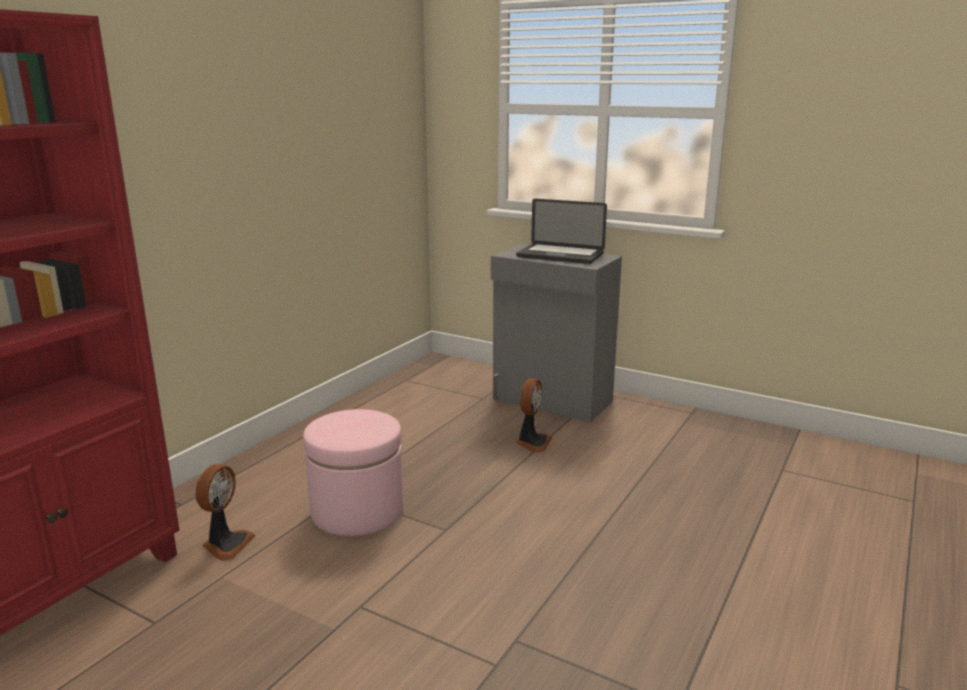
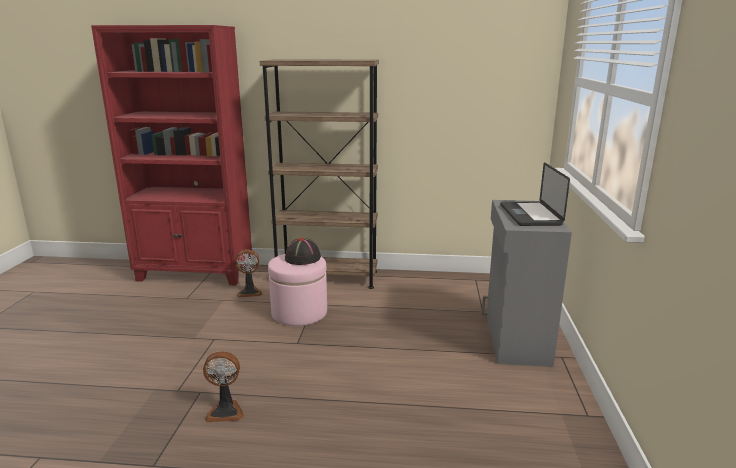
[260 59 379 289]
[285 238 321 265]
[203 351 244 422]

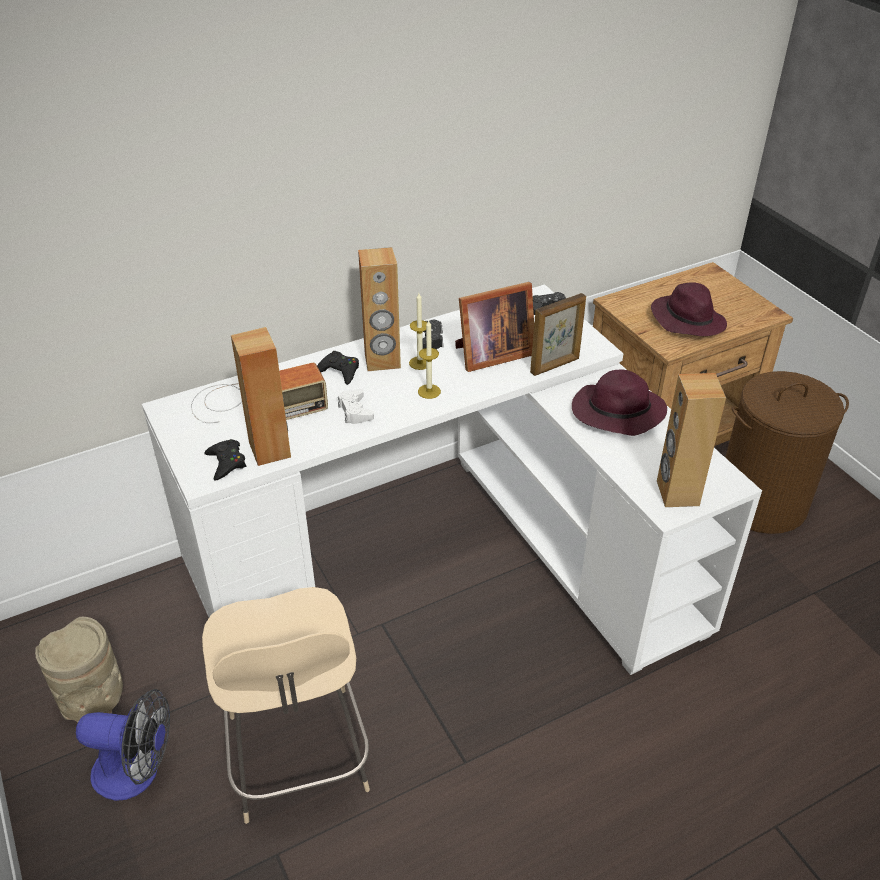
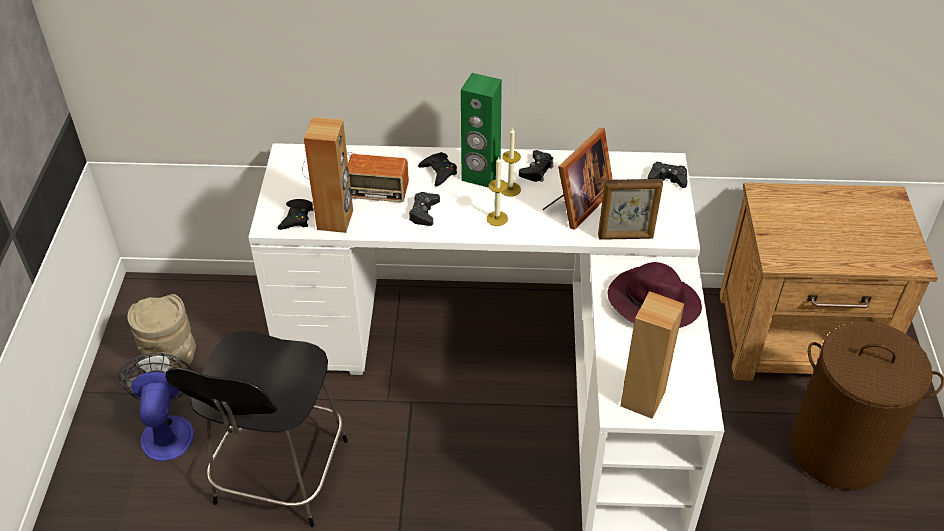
[651 282 727 336] (first image)
[165 331 348 527]
[409 192 440 226]
[461 73 502 188]
[119 353 194 461]
[542 128 613 230]

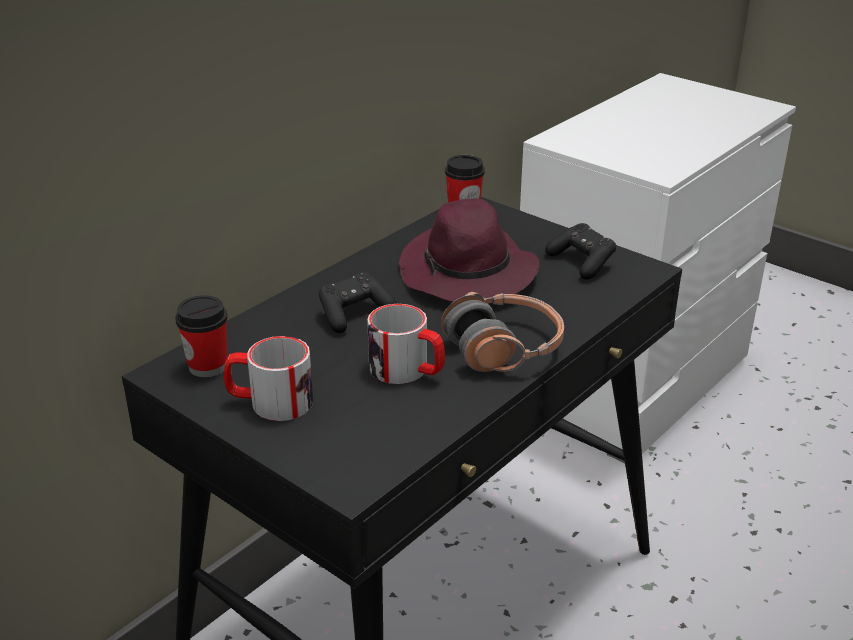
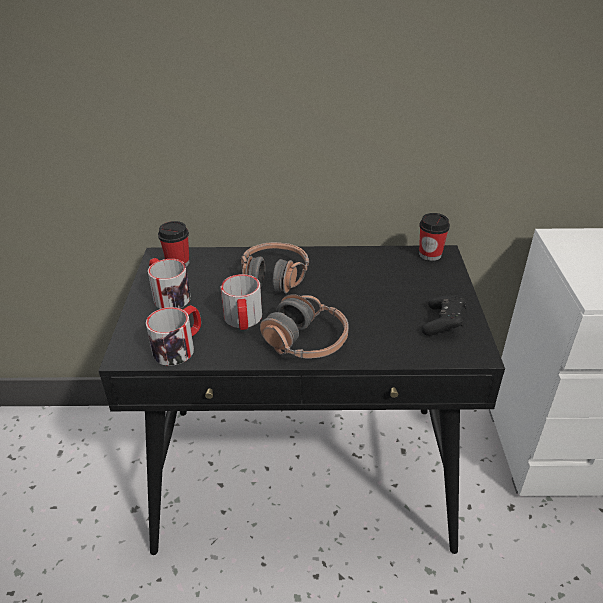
[399 198 540 302] (first image)
[146 305 201 366]
[241 242 309 293]

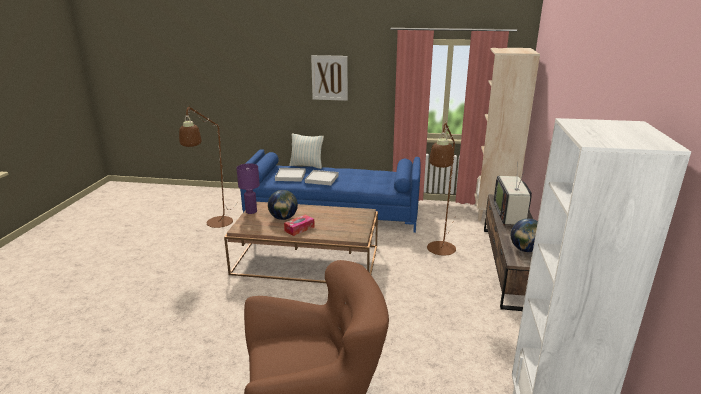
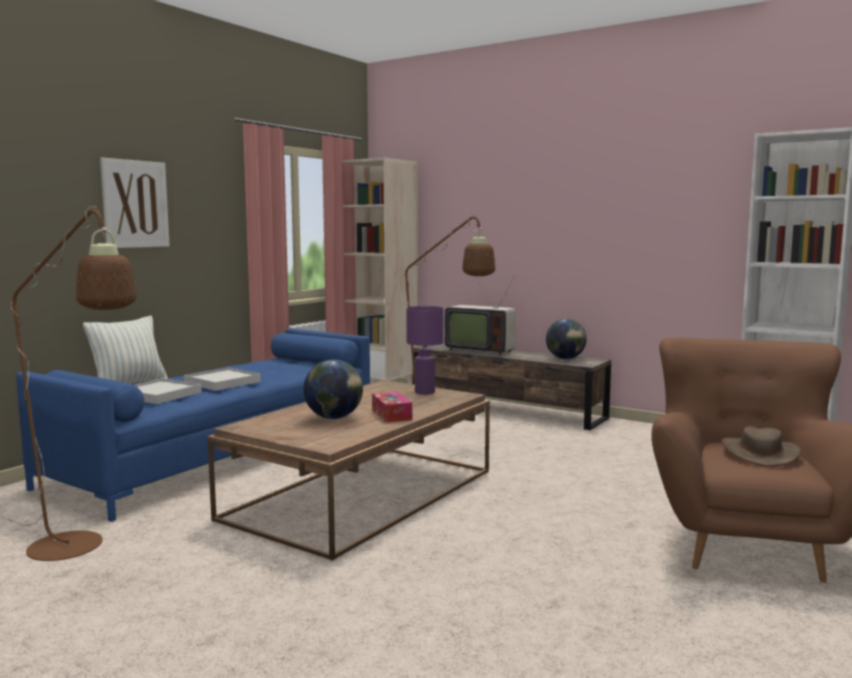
[721 426 802 467]
[406 306 444 395]

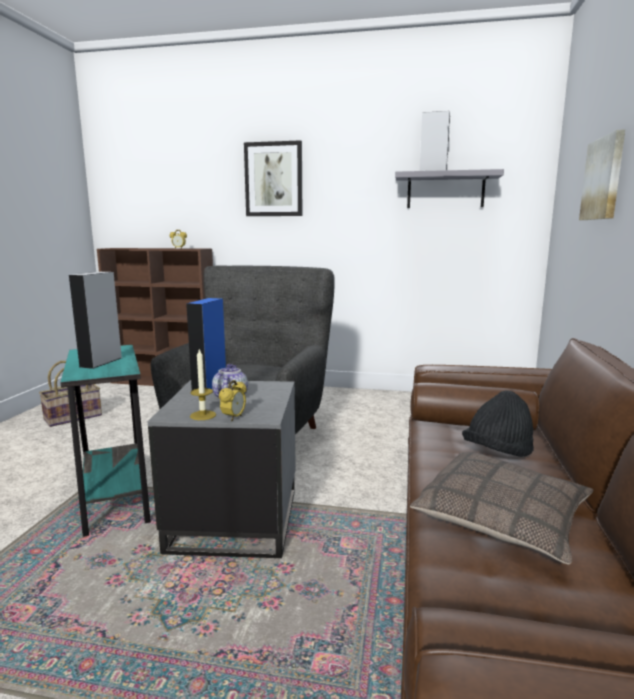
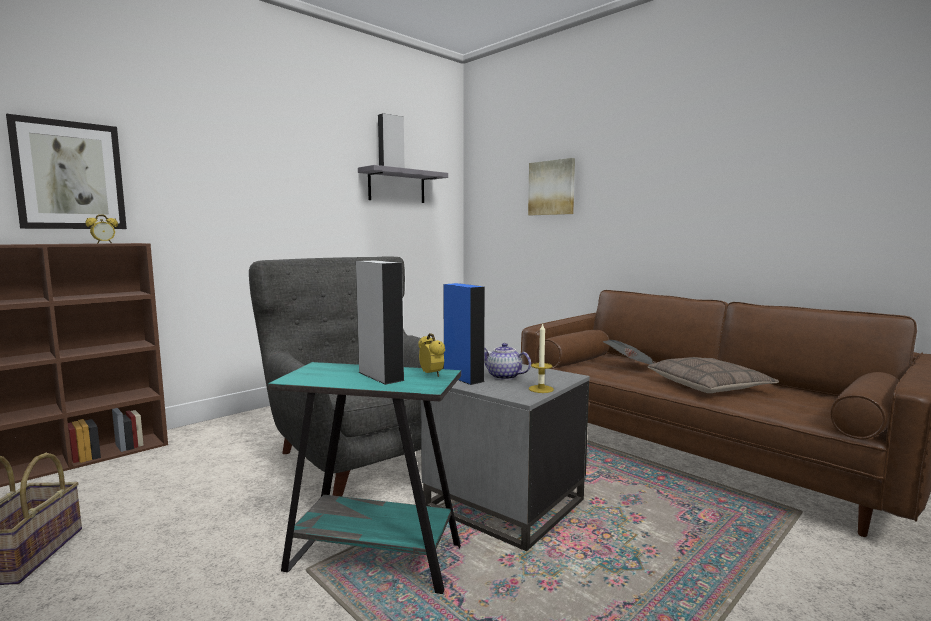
[419 333 445 377]
[6 114 127 229]
[603 340 656 364]

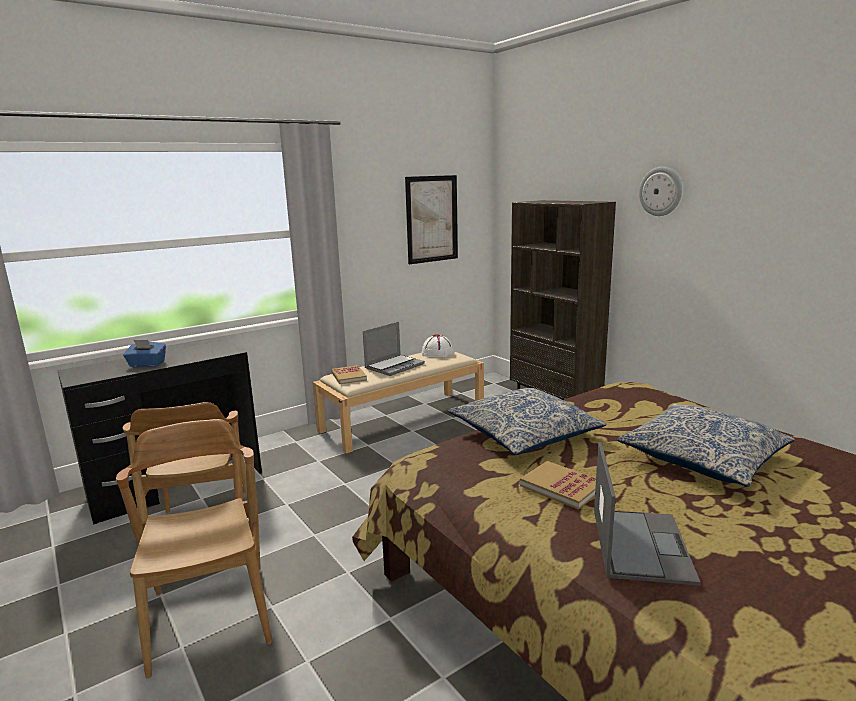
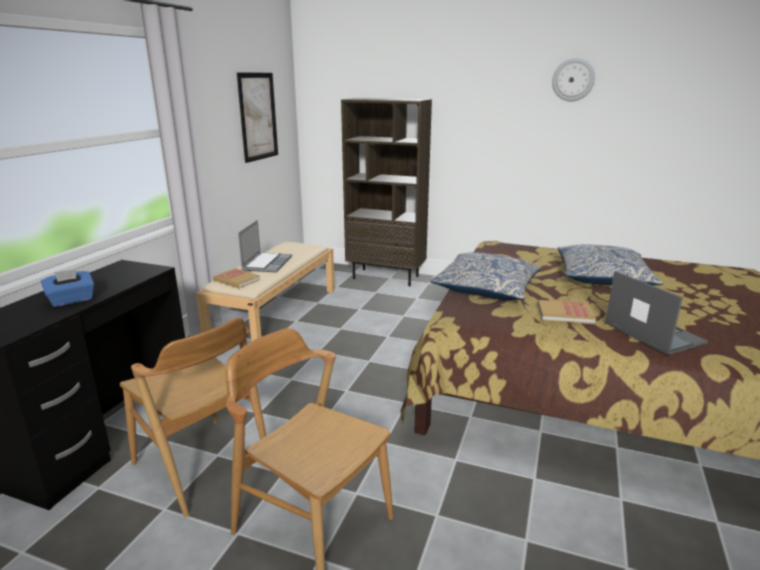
[422 334 454 358] (first image)
[552 58 595 101]

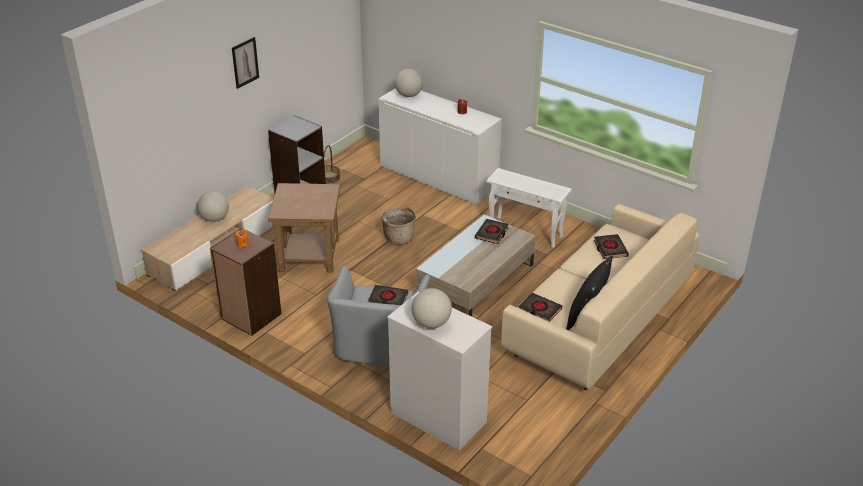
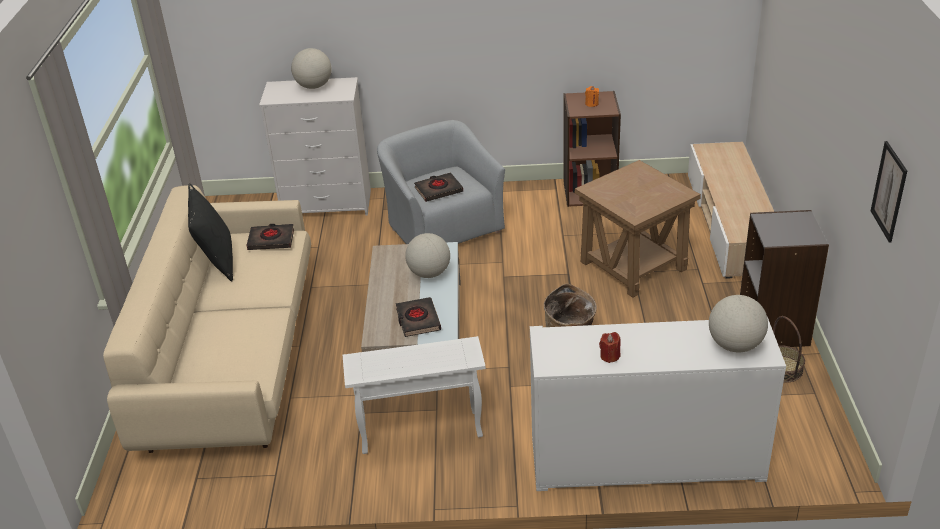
[594 234 629 259] (first image)
[405 233 450 278]
[871 141 907 243]

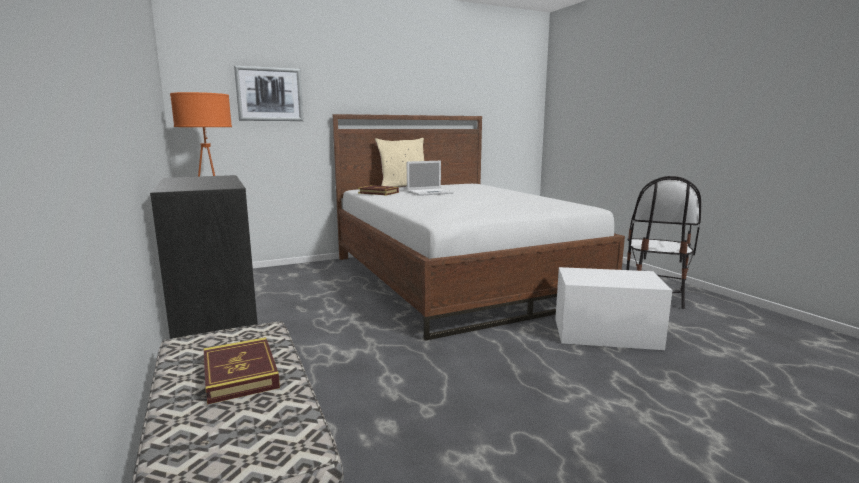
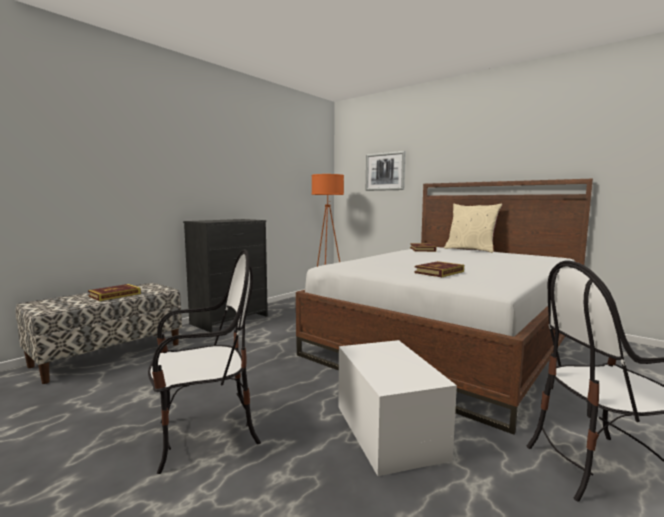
[407 161 454 196] (first image)
[148 249 261 474]
[414 261 464 277]

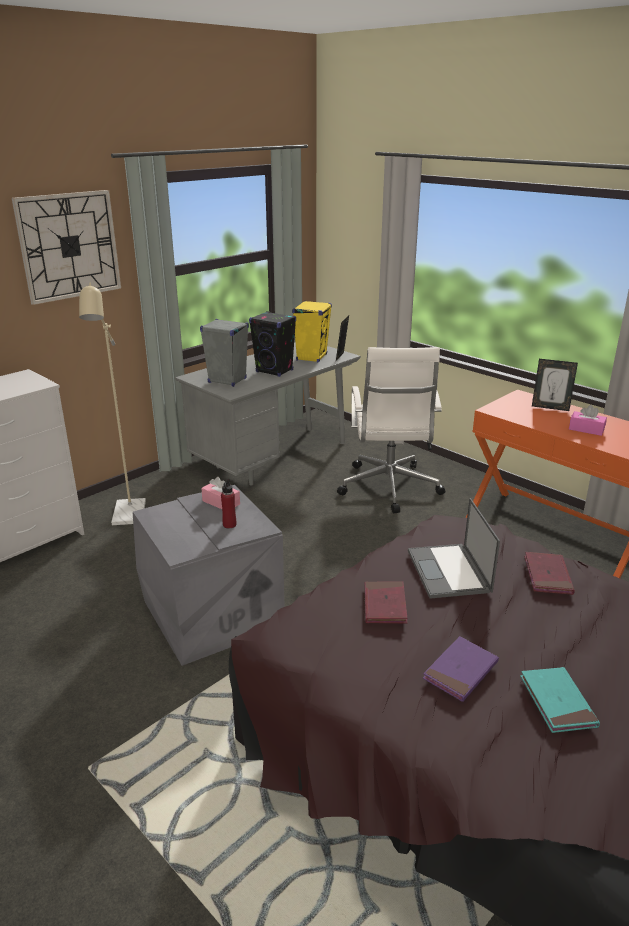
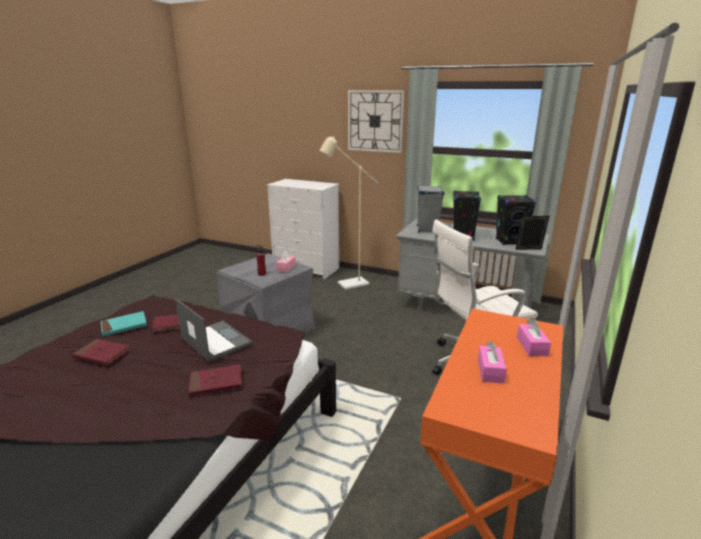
[101 311 147 336]
[517 319 551 356]
[496 195 536 245]
[72 339 131 365]
[175 298 253 362]

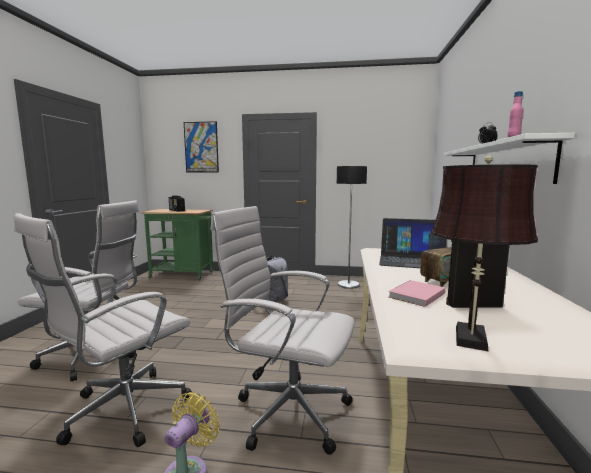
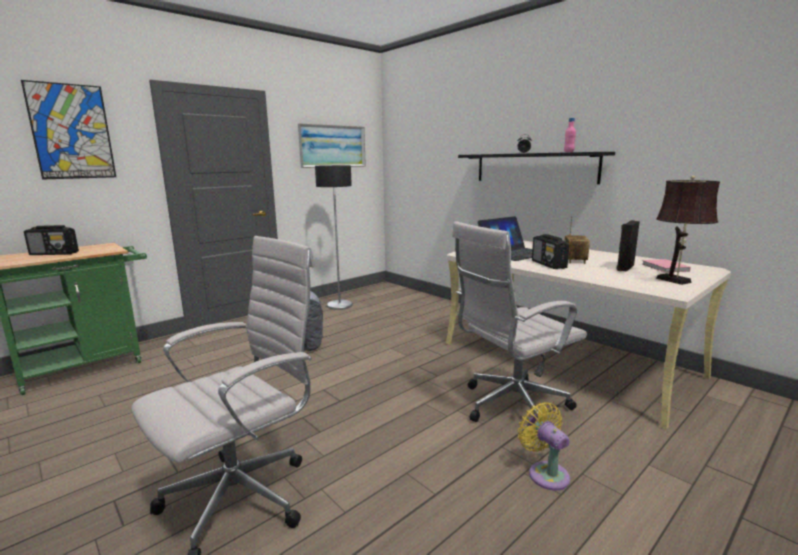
[14 213 192 447] (first image)
[298 123 366 168]
[532 234 569 269]
[642 259 691 273]
[458 152 615 184]

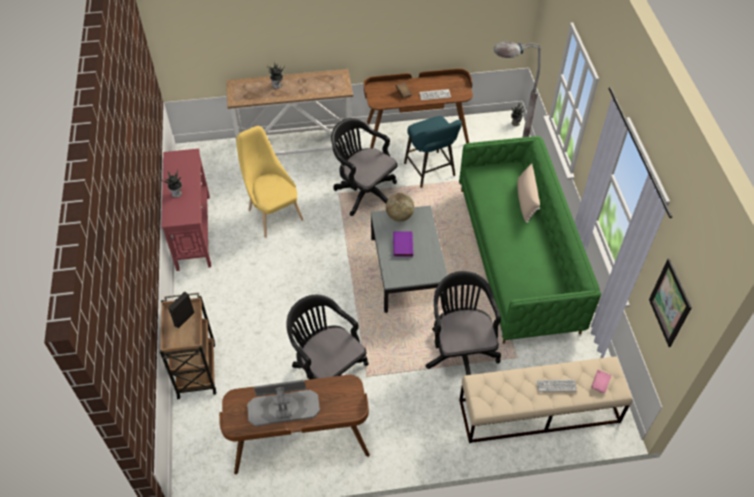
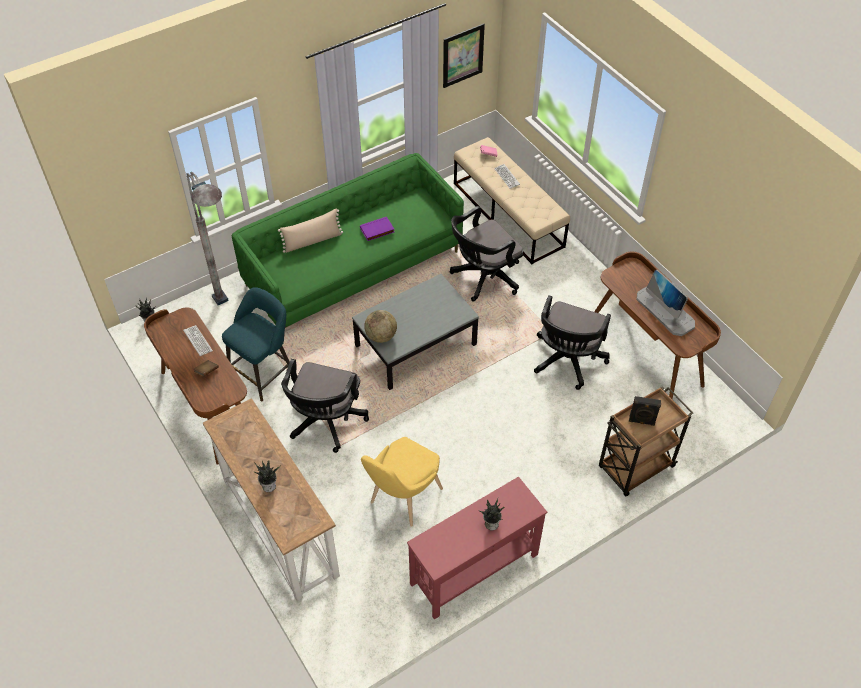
[360 217 394 241]

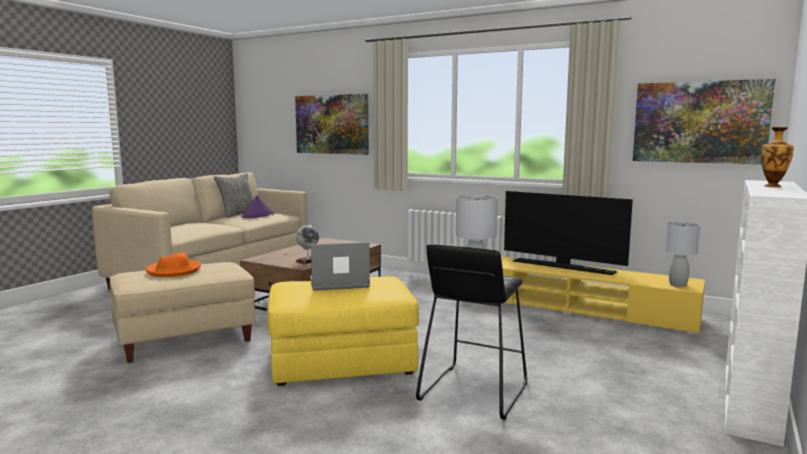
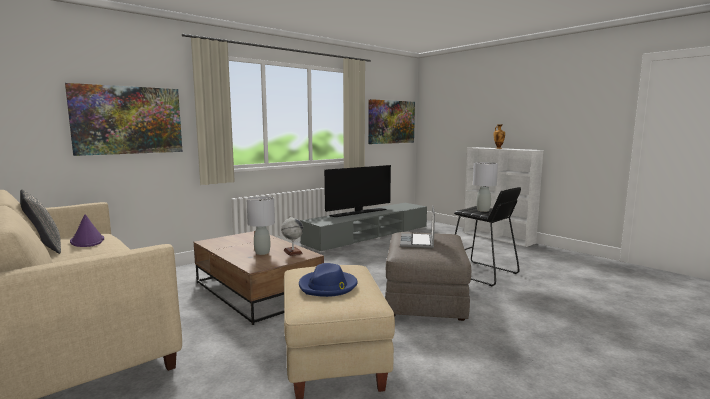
[247 197 275 255]
[299 263 358 297]
[385 232 471 321]
[300 203 427 253]

